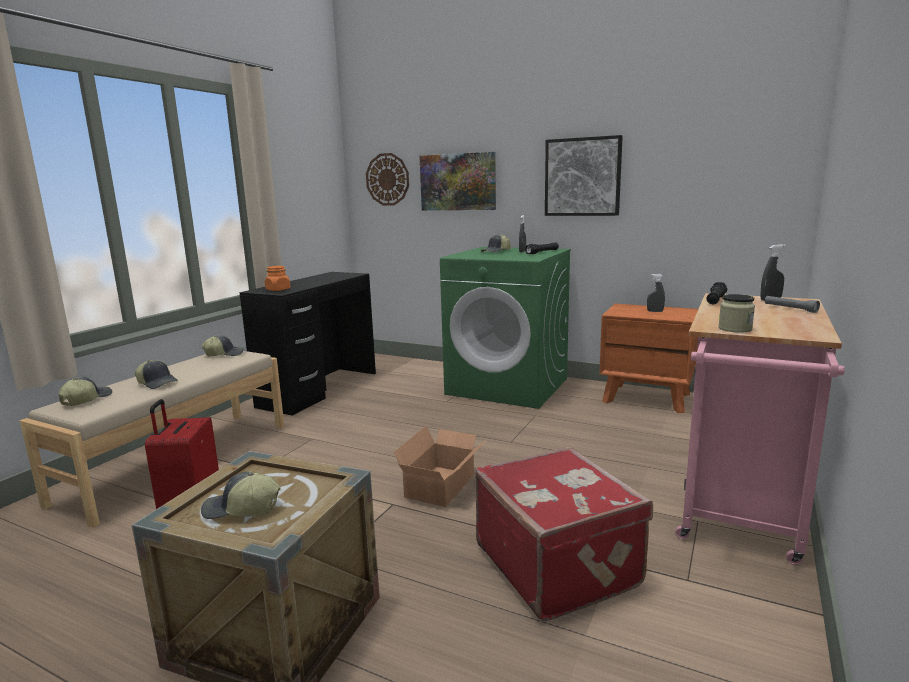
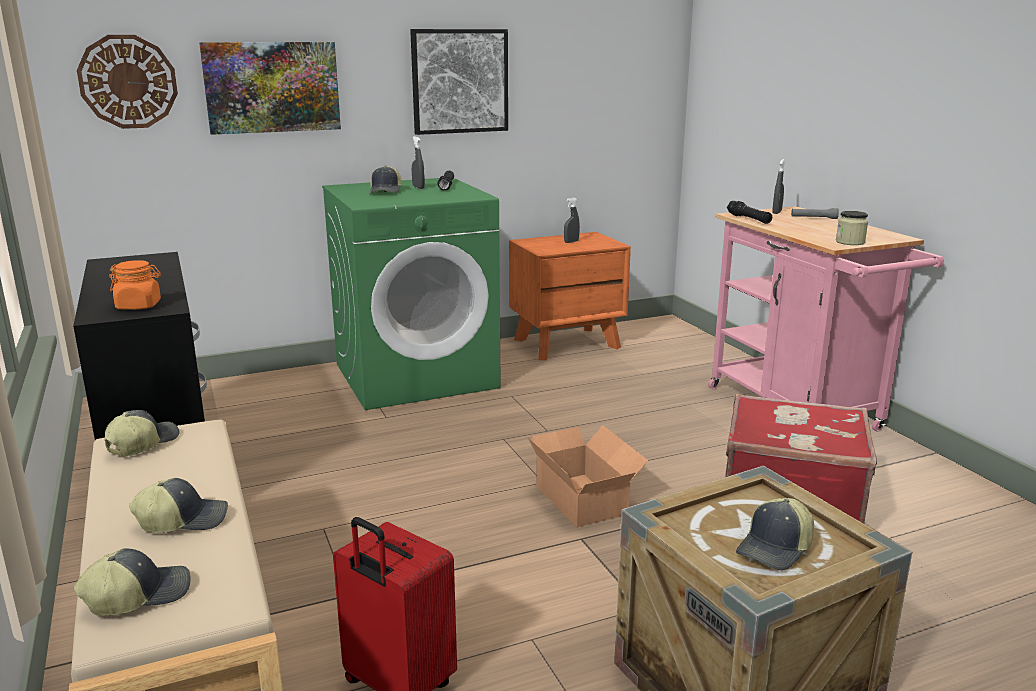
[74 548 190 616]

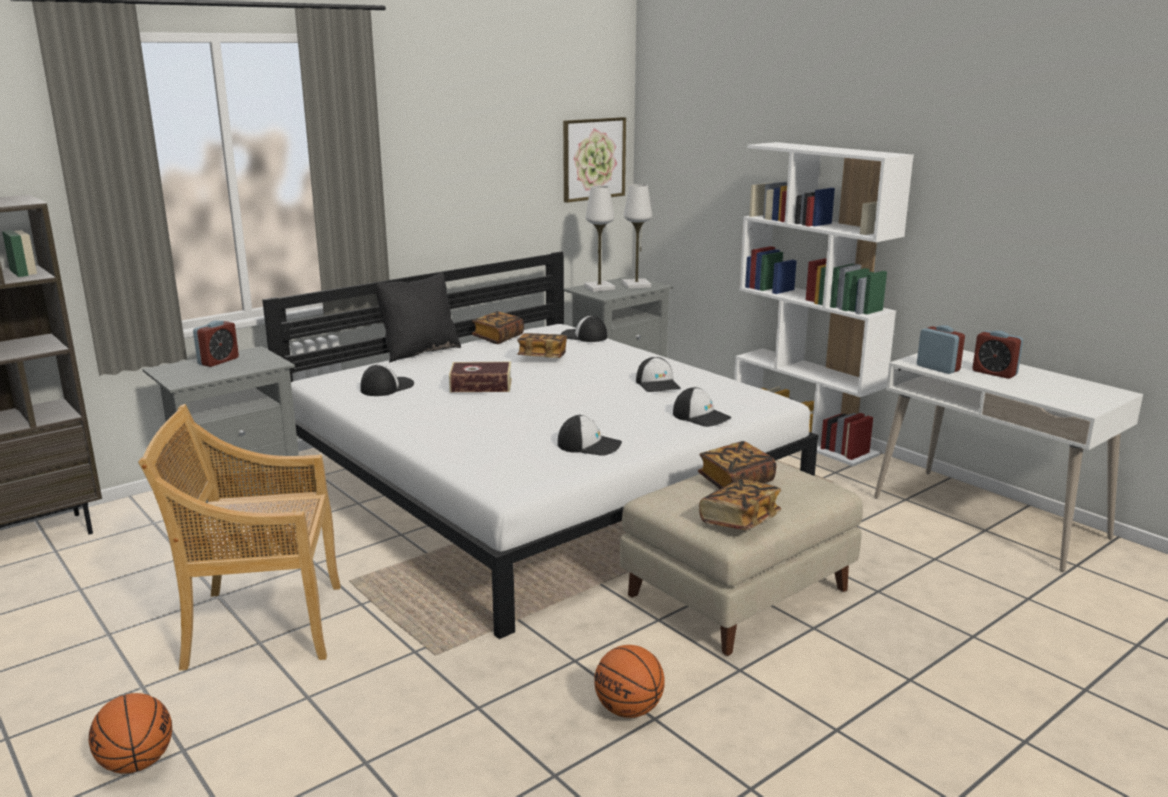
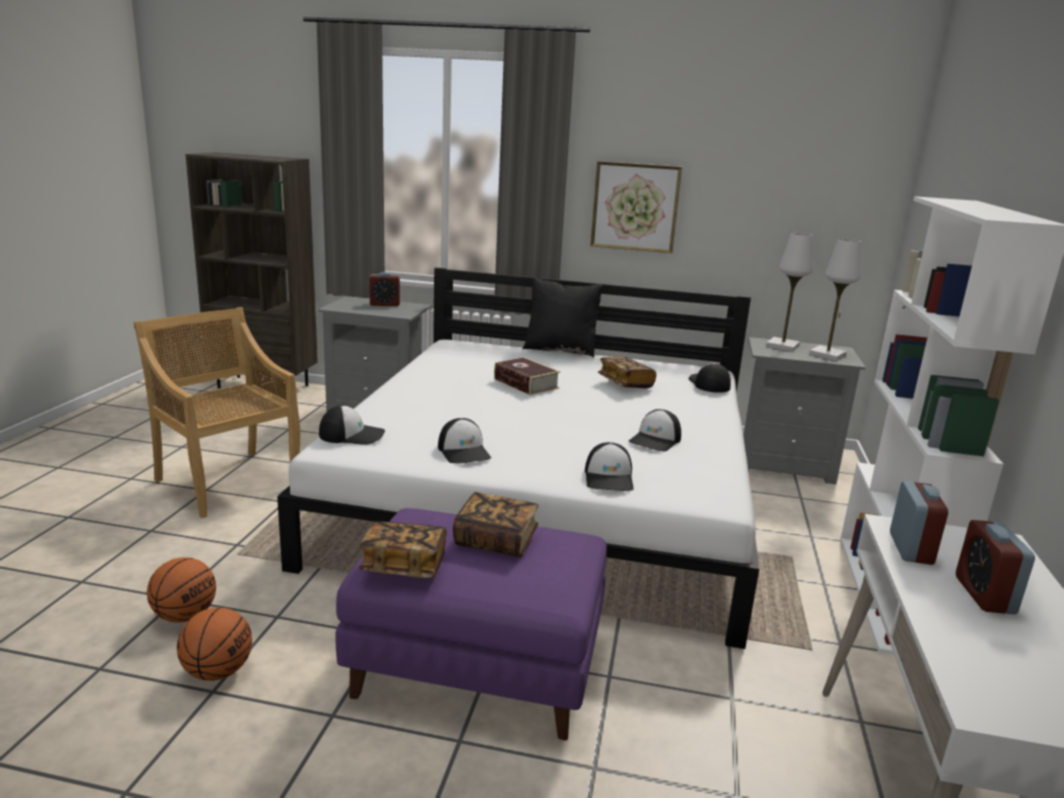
[472 312 524 344] (first image)
[147 557 216 623]
[319 405 385 445]
[590 161 682 253]
[336 508 607 740]

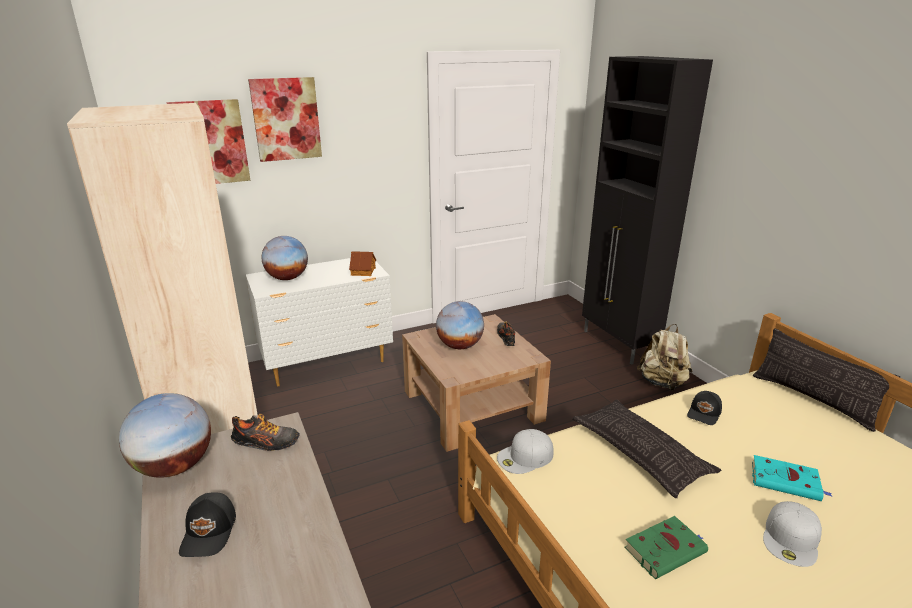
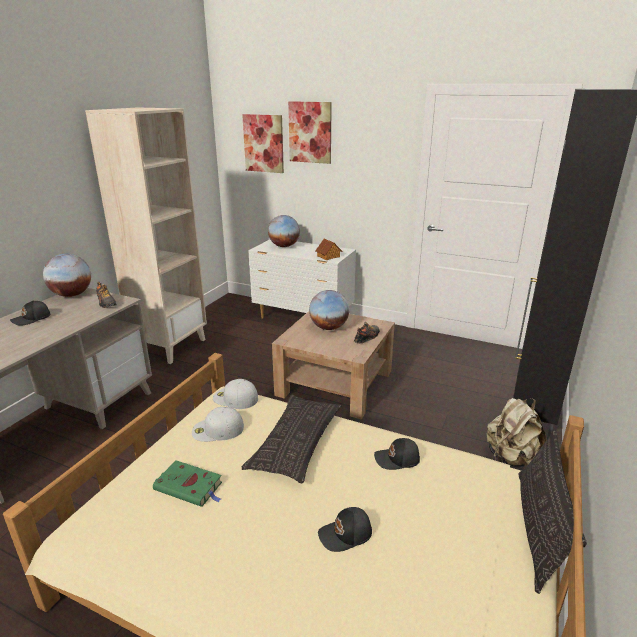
[192 407 244 442]
[318 507 372 552]

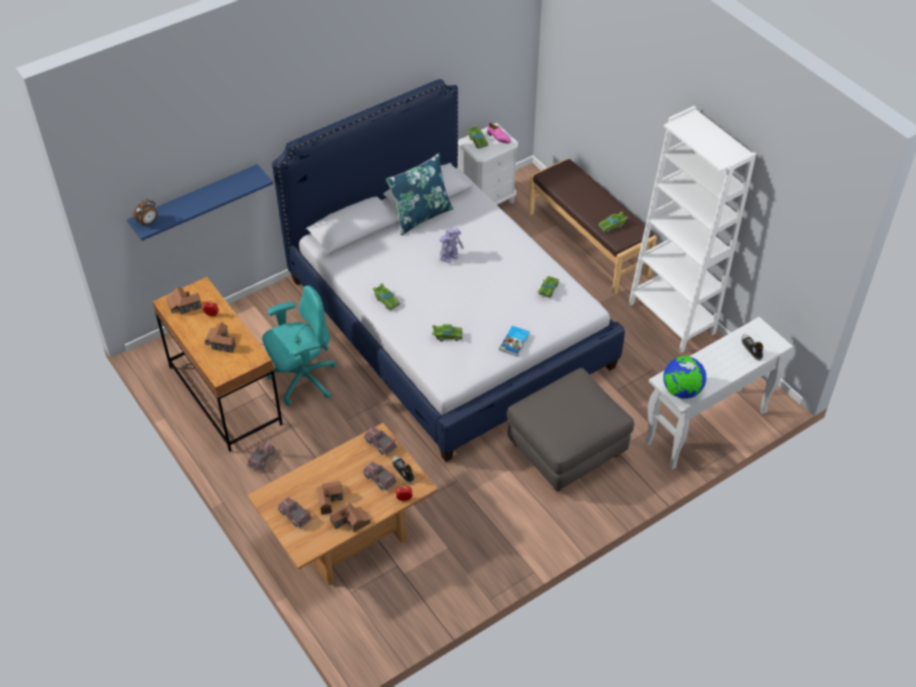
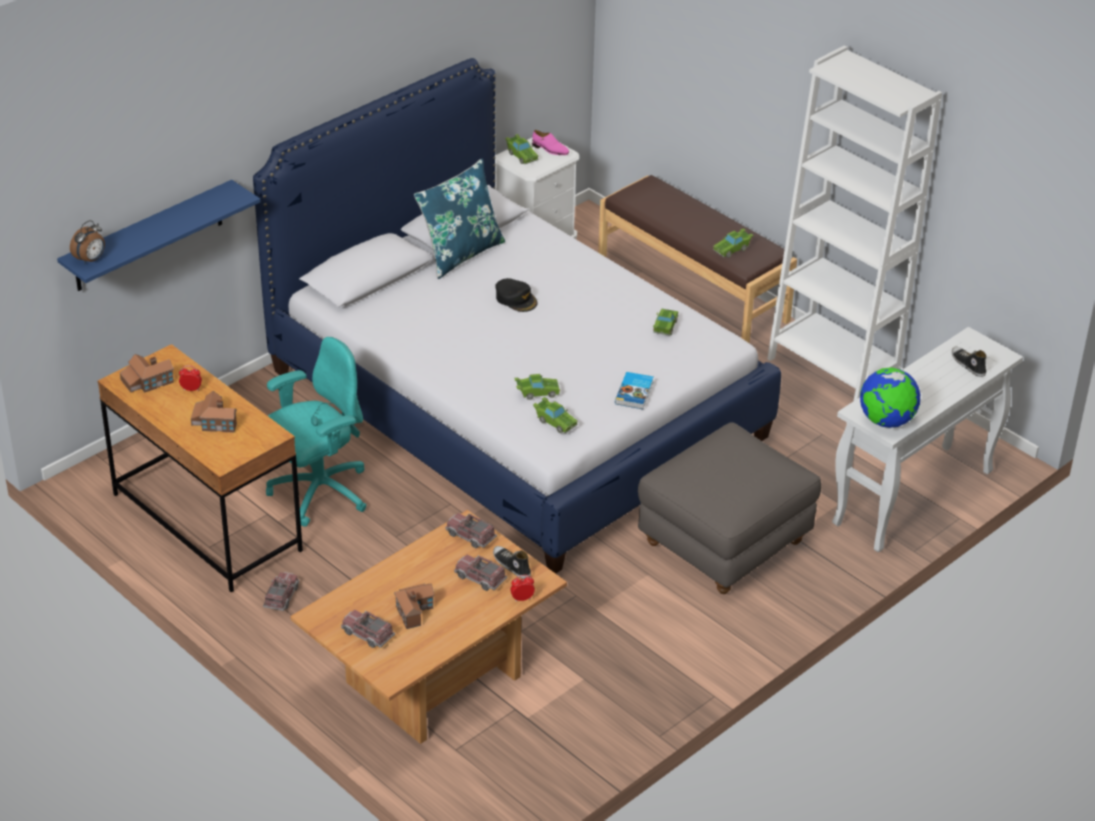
[328 503 371 532] (first image)
[533 397 578 433]
[495 278 538 312]

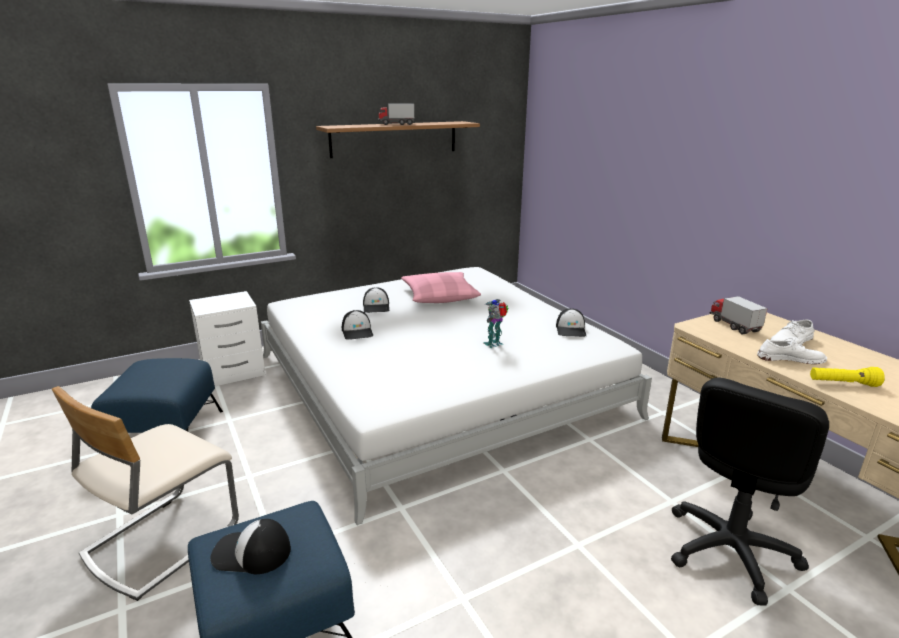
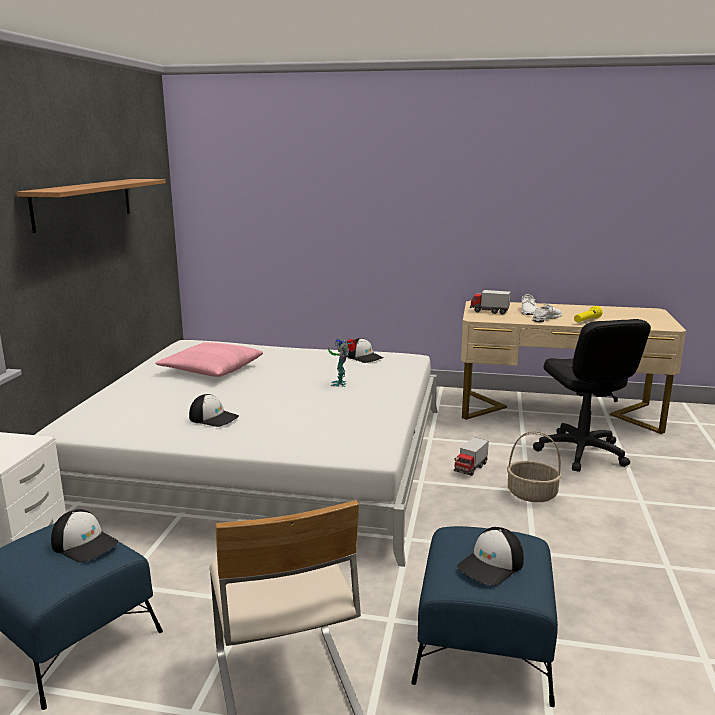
[507 431 562 502]
[51 509 119 563]
[454 437 489 476]

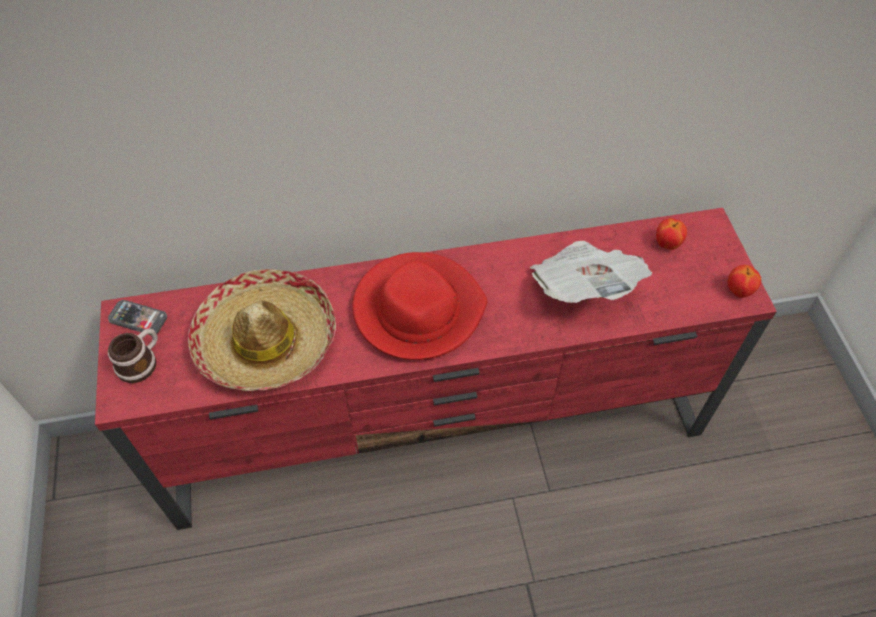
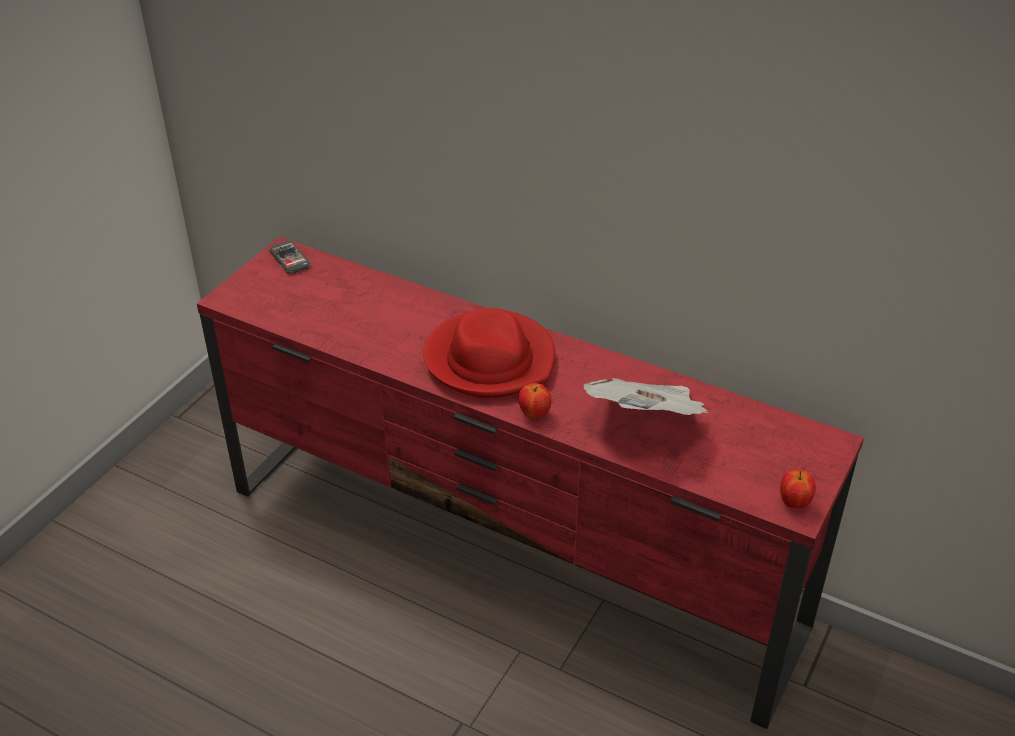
[108 329 158 383] (first image)
[188 269 336 391] (first image)
[519 383 551 420]

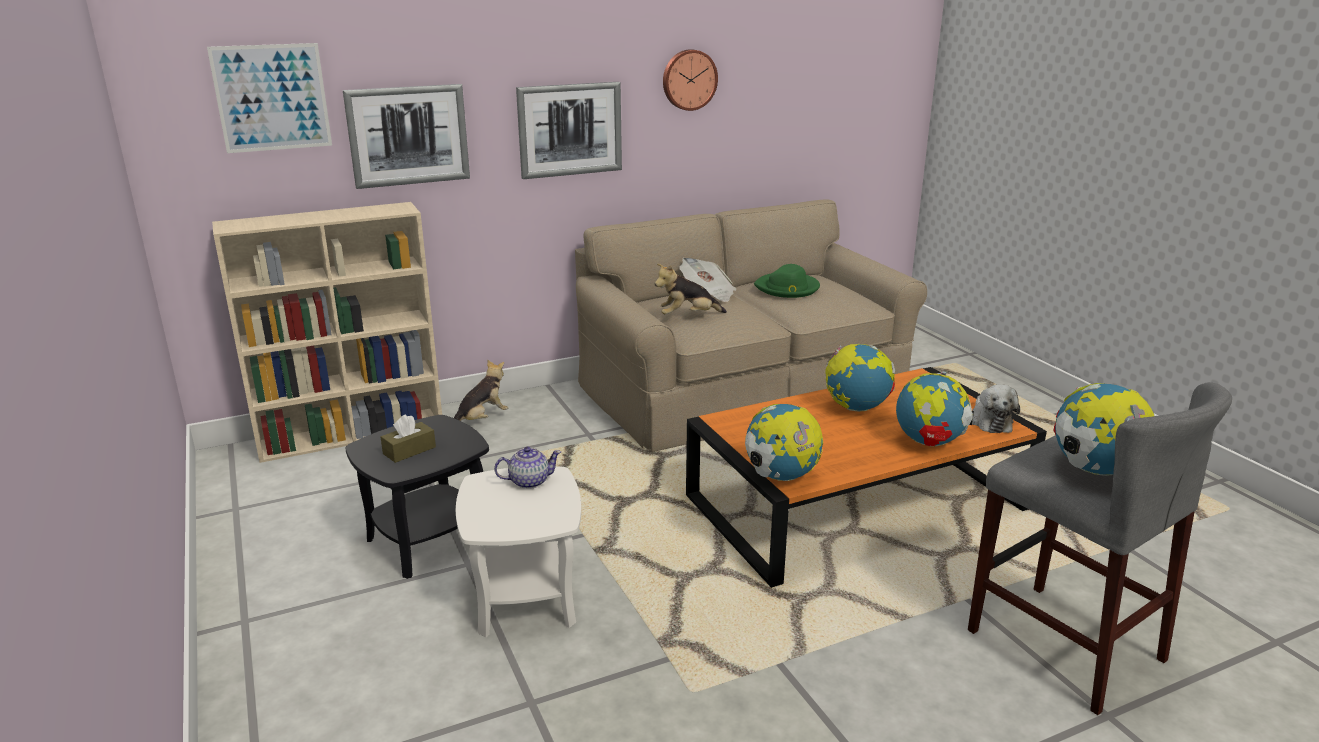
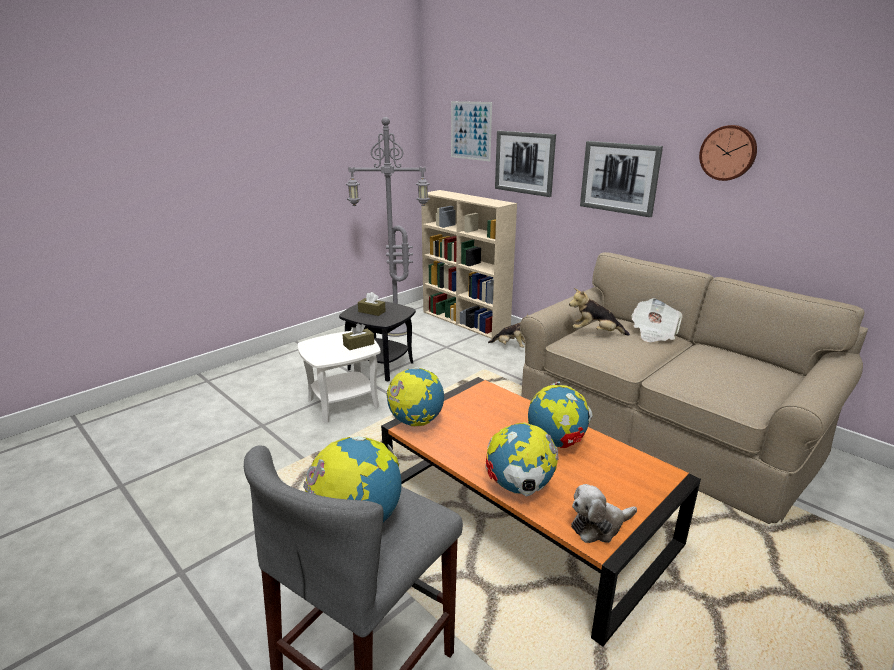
[754 264 820 298] (first image)
[346 117 430 337]
[343 323 374 350]
[569 288 630 336]

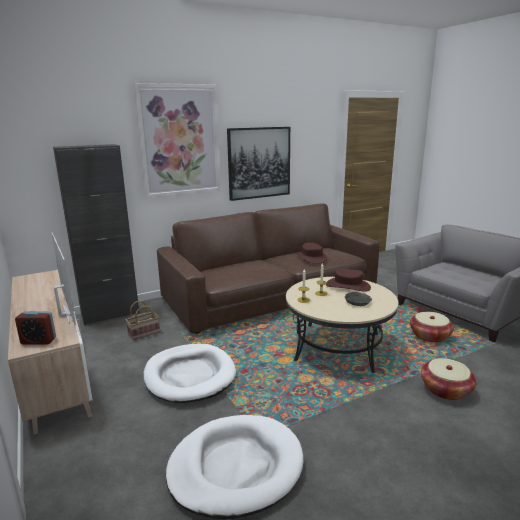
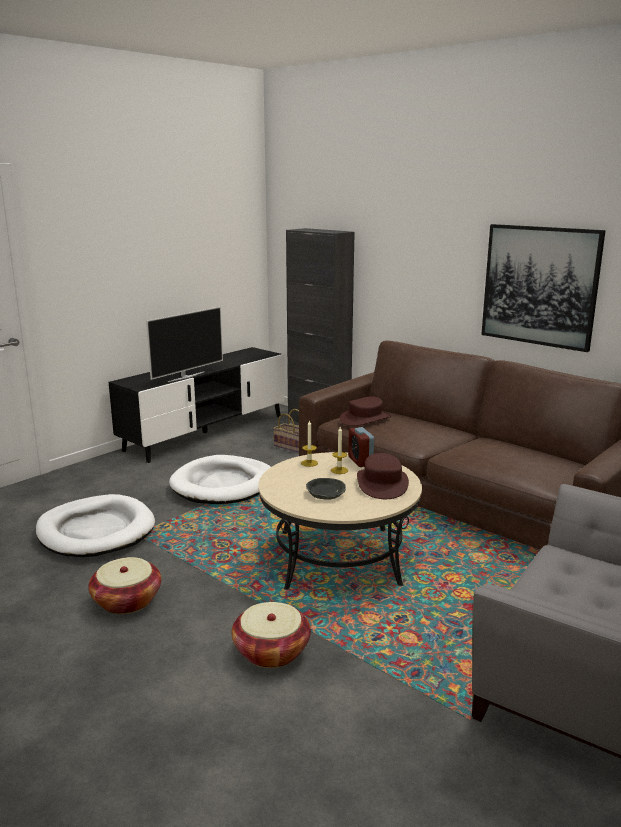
[133 83 221 198] (first image)
[348 427 374 467]
[339 396 391 426]
[88 557 161 614]
[109 347 285 463]

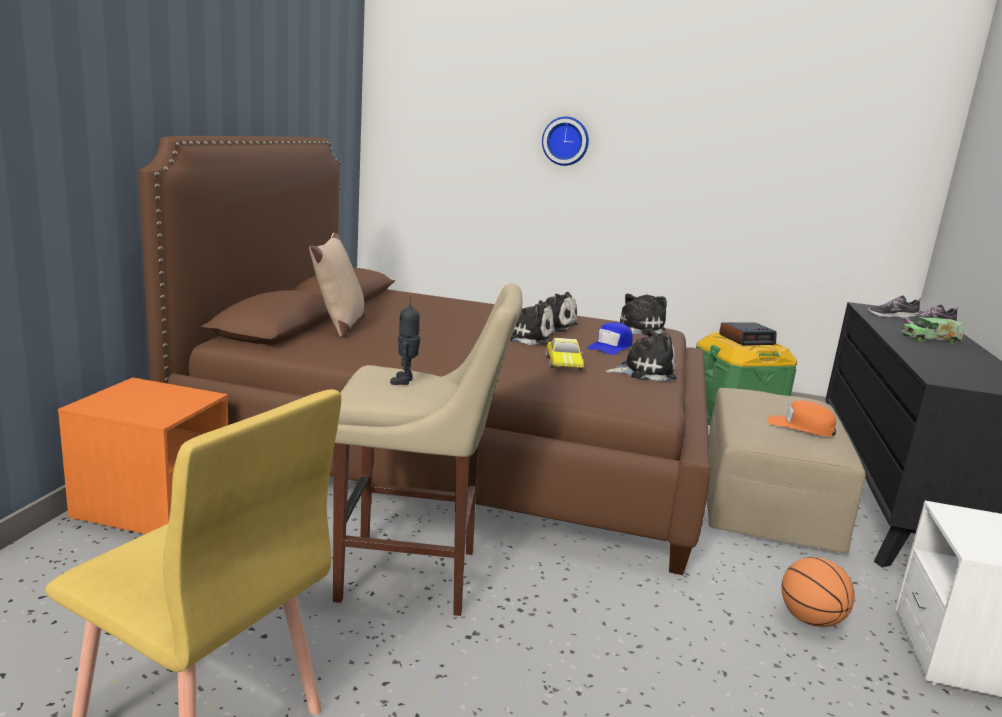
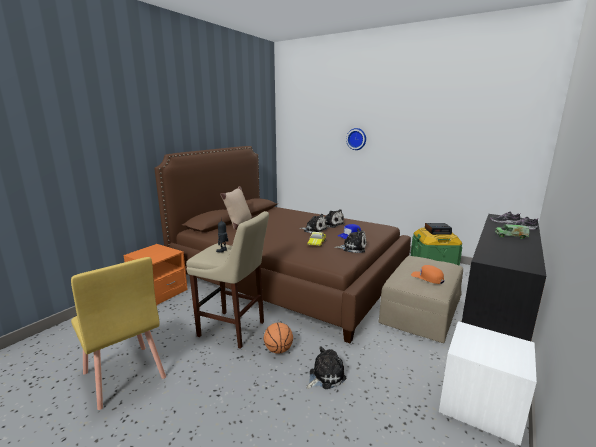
[306 346 346 389]
[263 322 293 354]

